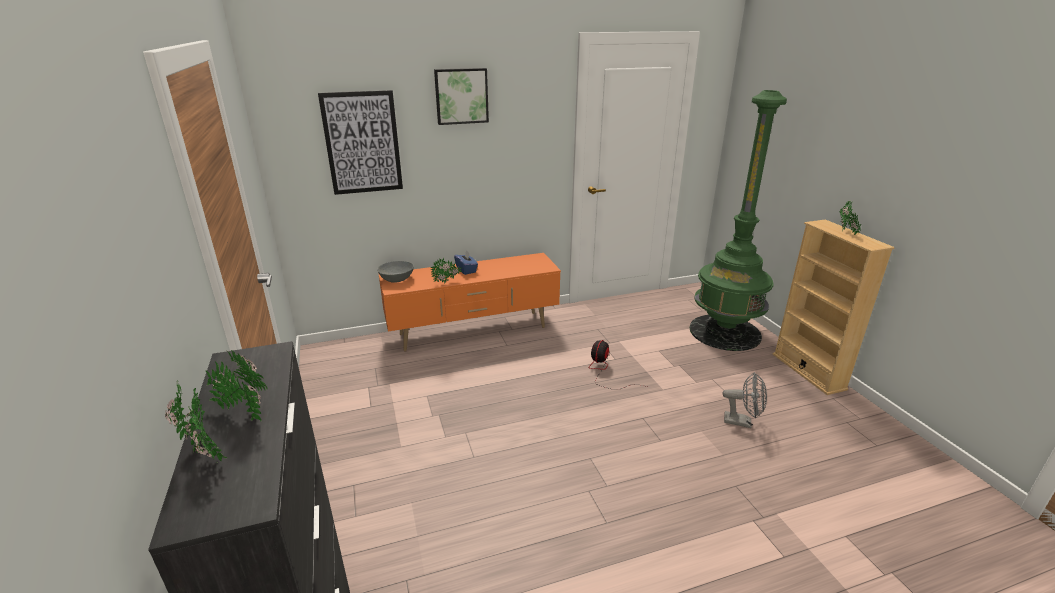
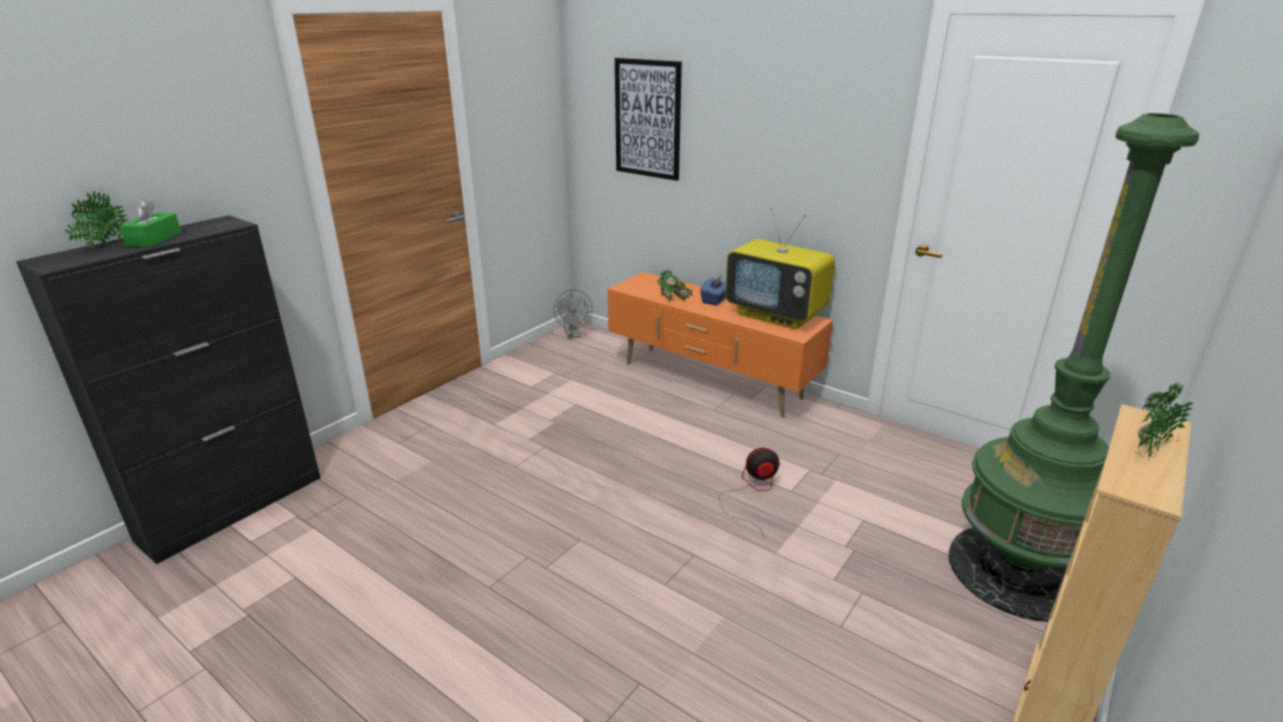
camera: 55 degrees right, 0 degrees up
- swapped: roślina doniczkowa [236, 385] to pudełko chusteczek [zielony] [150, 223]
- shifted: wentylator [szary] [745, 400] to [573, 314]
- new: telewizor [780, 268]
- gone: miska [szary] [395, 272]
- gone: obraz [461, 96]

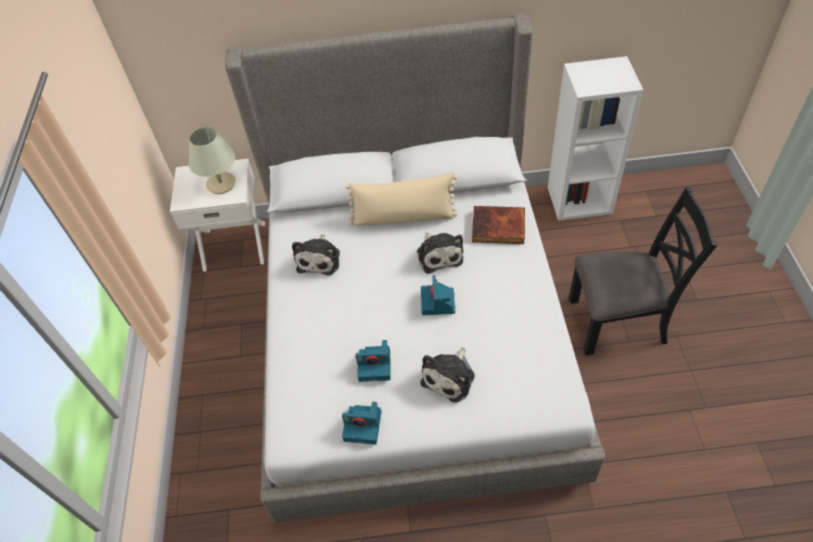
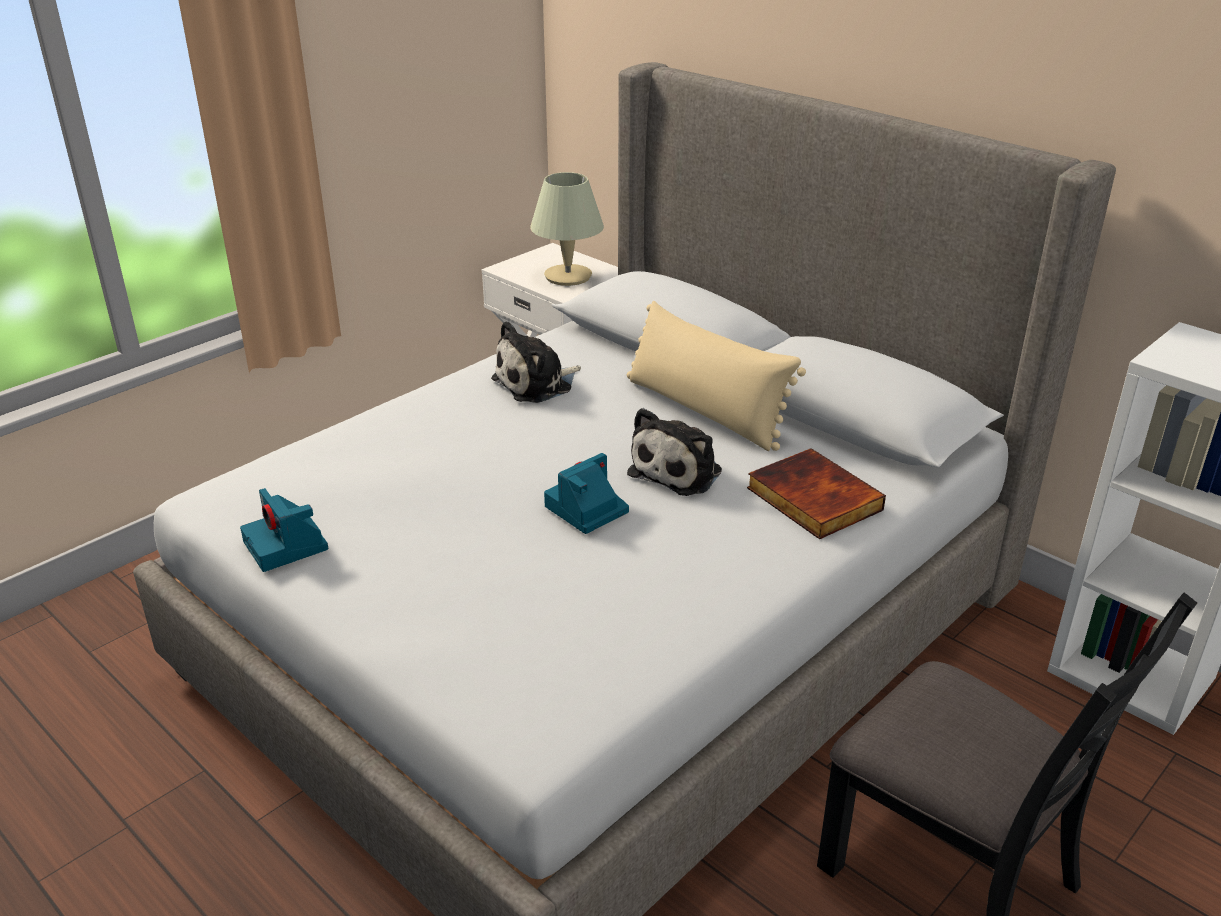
camera: 45 degrees right, 20 degrees down
- gone: aparat fotograficzny [373, 361]
- gone: pluszak [447, 375]

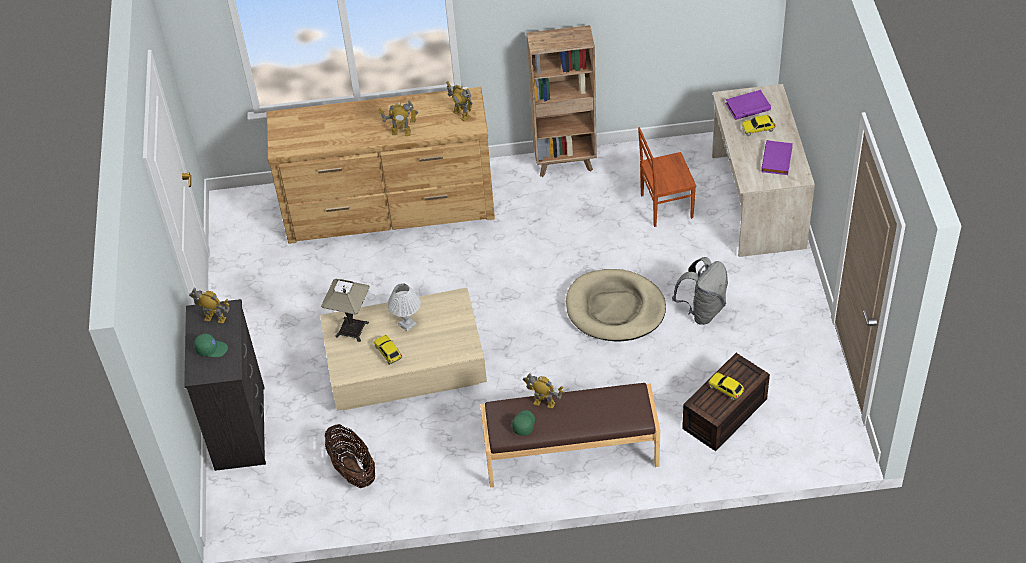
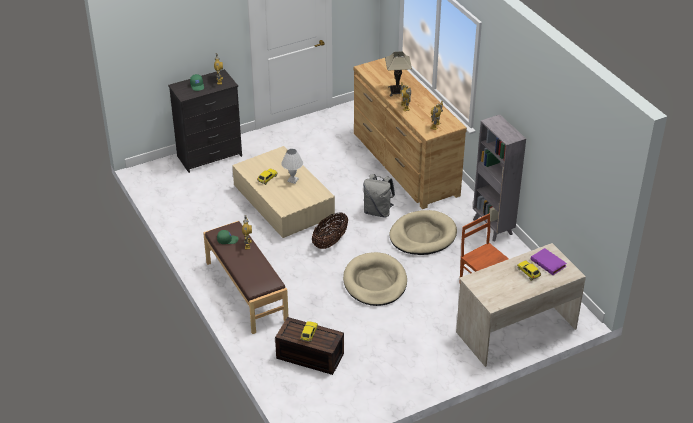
camera: 65 degrees right, 10 degrees down
- shifted: koszyk [350, 456] to [330, 230]
- shifted: plecak [szary] [700, 291] to [379, 195]
- shifted: lampa stołowa [345, 310] to [398, 73]
- new: legowisko [beżowy] [423, 232]
- repainted: regał [brązowy] [561, 101] to regał [szary] [499, 178]
- gone: książka [fioletowy] [777, 157]

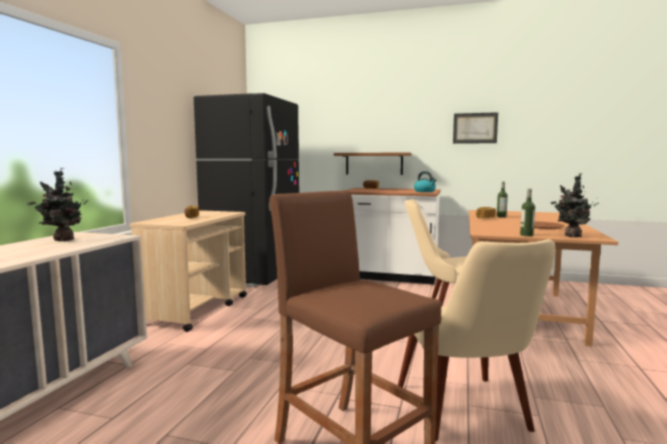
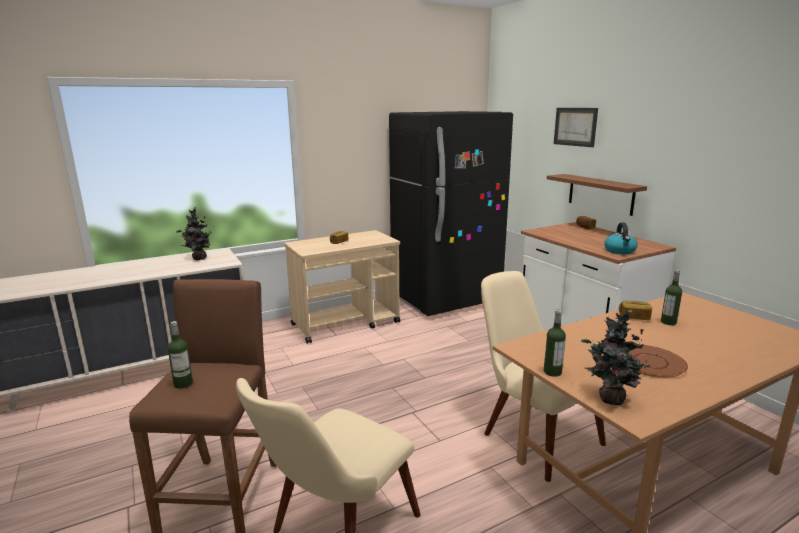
camera: 45 degrees right, 10 degrees up
- new: butelka [180, 355]
- shifted: obraz [475, 128] to [576, 127]

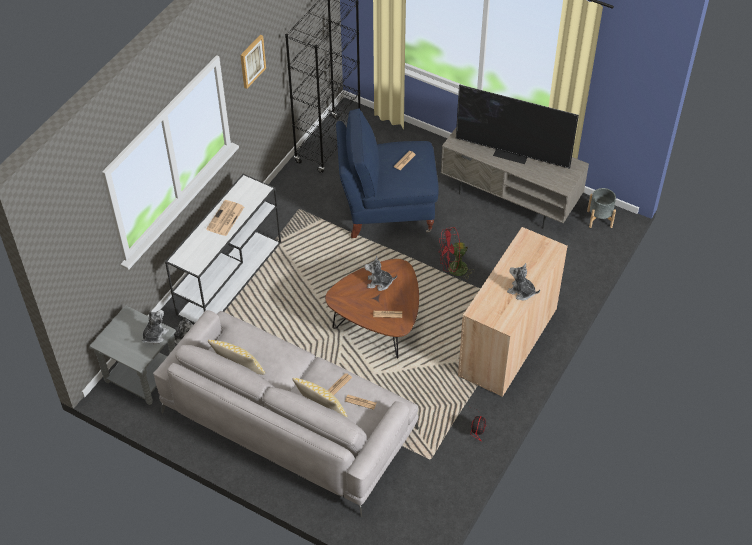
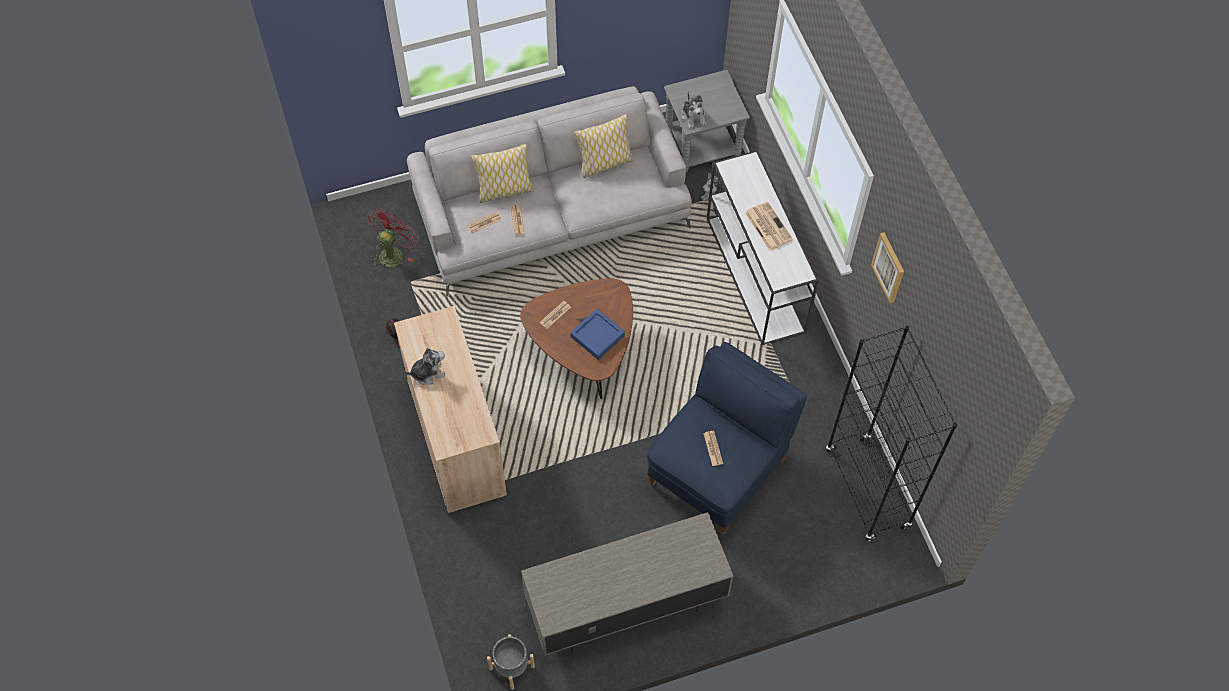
camera: 130 degrees right, 10 degrees up
- shifted: wentylator [czerwony] [457, 254] to [393, 238]
- swapped: pluszak [381, 273] to taca [niebieski] [598, 334]
- gone: telewizor [517, 126]

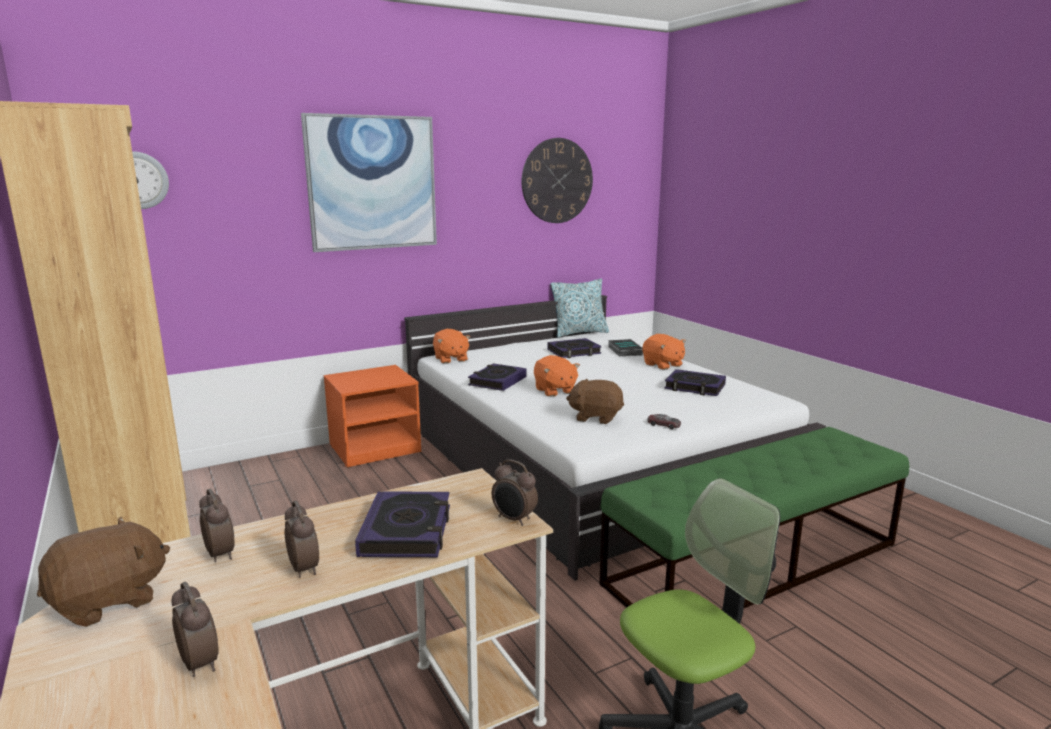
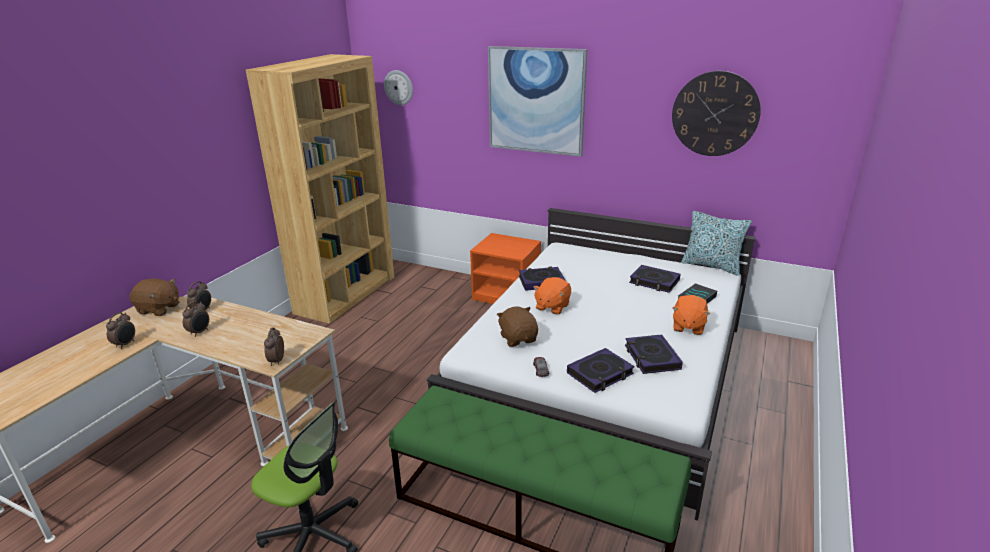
camera: 55 degrees right, 10 degrees up
- shifted: książka [402, 524] to [601, 370]
- gone: pluszak [pomarańczowy] [452, 346]

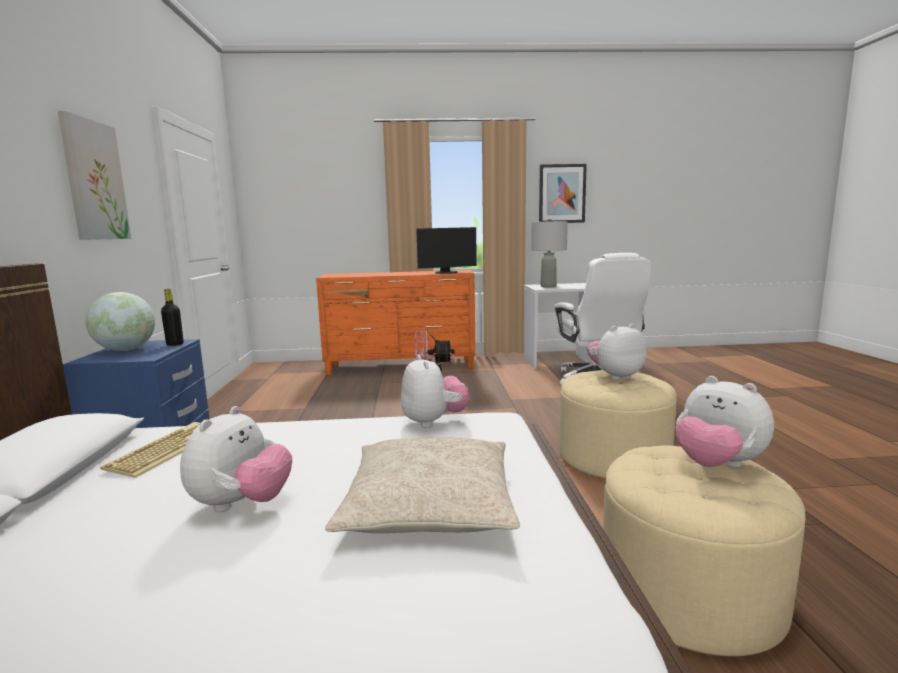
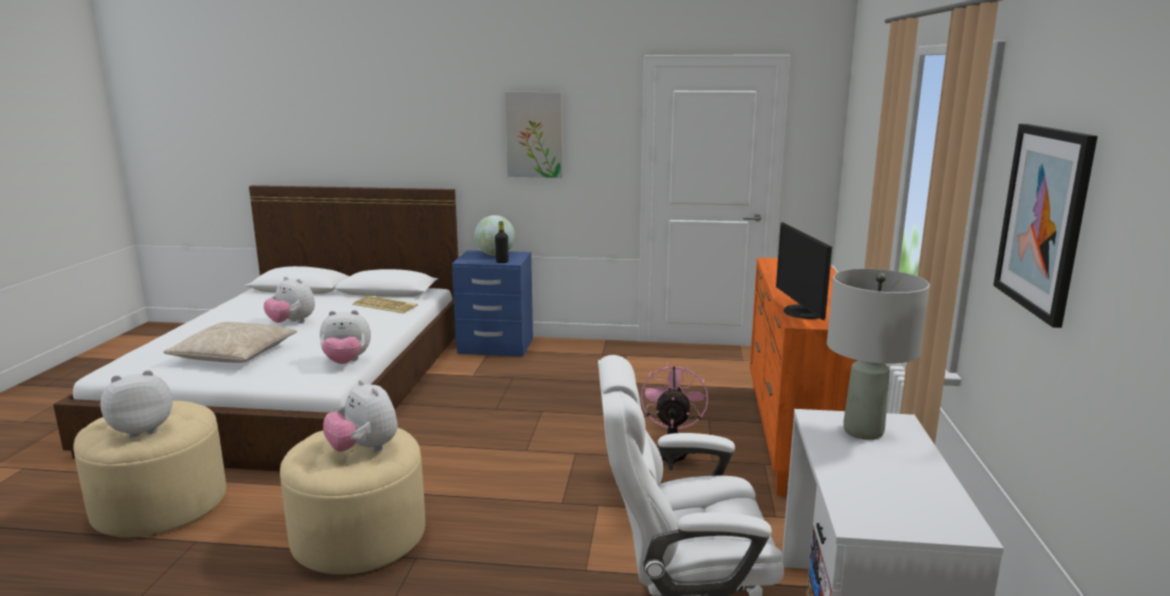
camera: 100 degrees right, 5 degrees up
- rotated: pluszak [617, 352] = [360, 416] 150 degrees clockwise

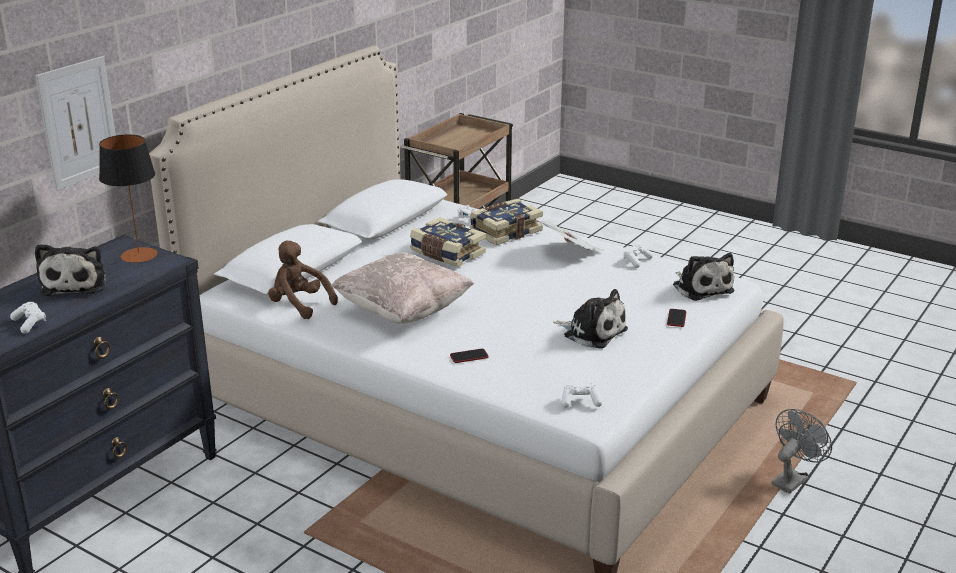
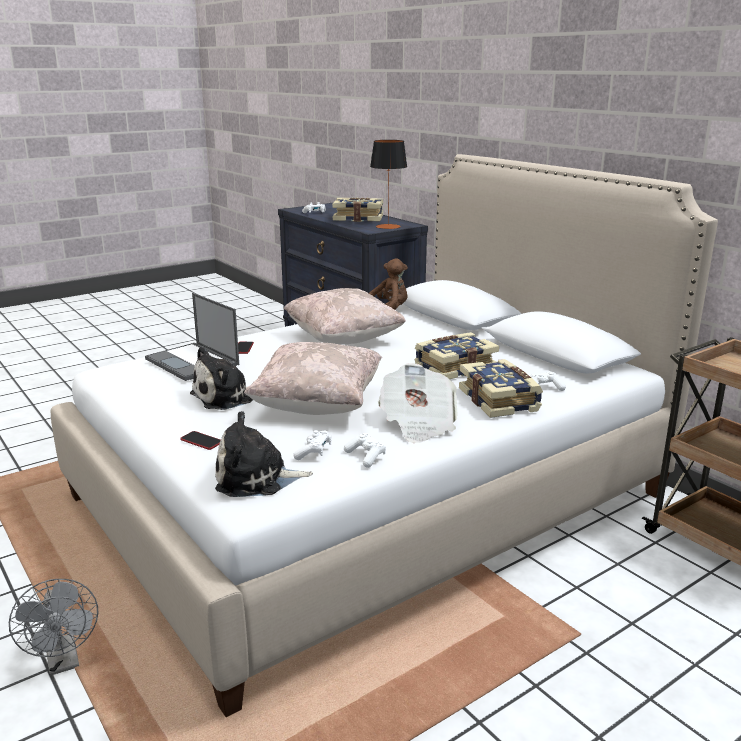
camera: 110 degrees right, 5 degrees down
- new: laptop [192, 337]
- new: poduszka [beżowy] [313, 378]
- shifted: pad do gier [biały] [582, 395] to [313, 445]
- swapped: pluszak [70, 270] to książka [357, 209]
- gone: obraz [75, 123]

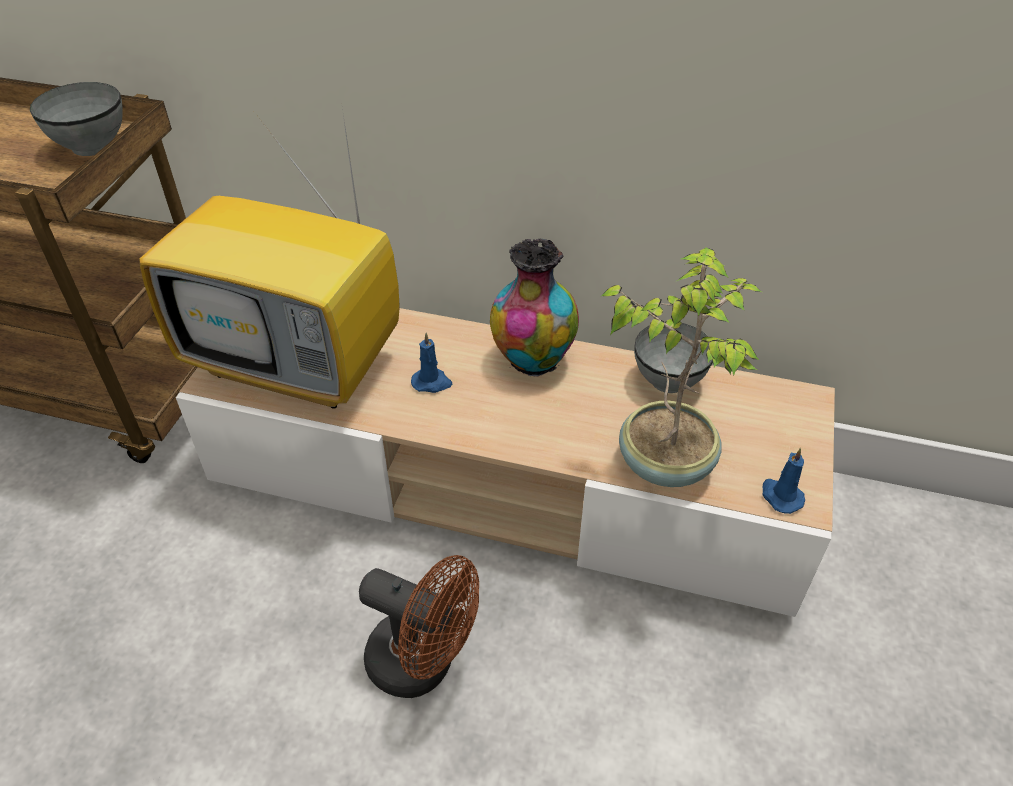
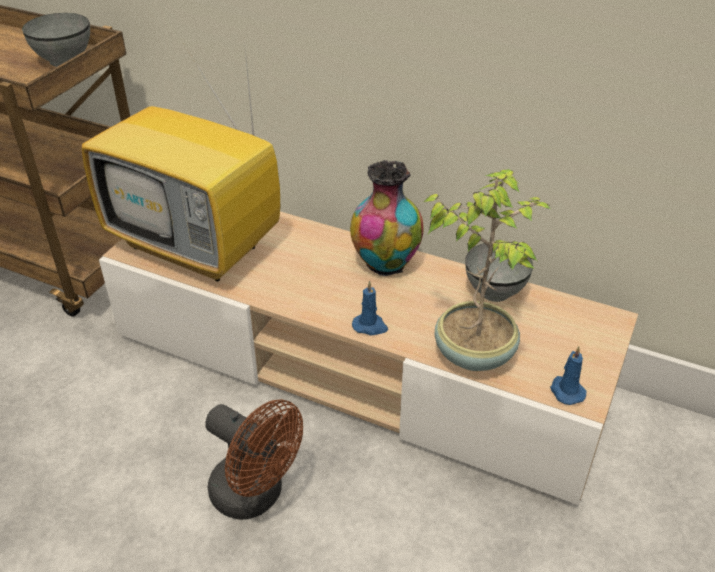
camera: 10 degrees right, 5 degrees down
- shifted: świeca [niebieski] [431, 363] to [370, 308]

